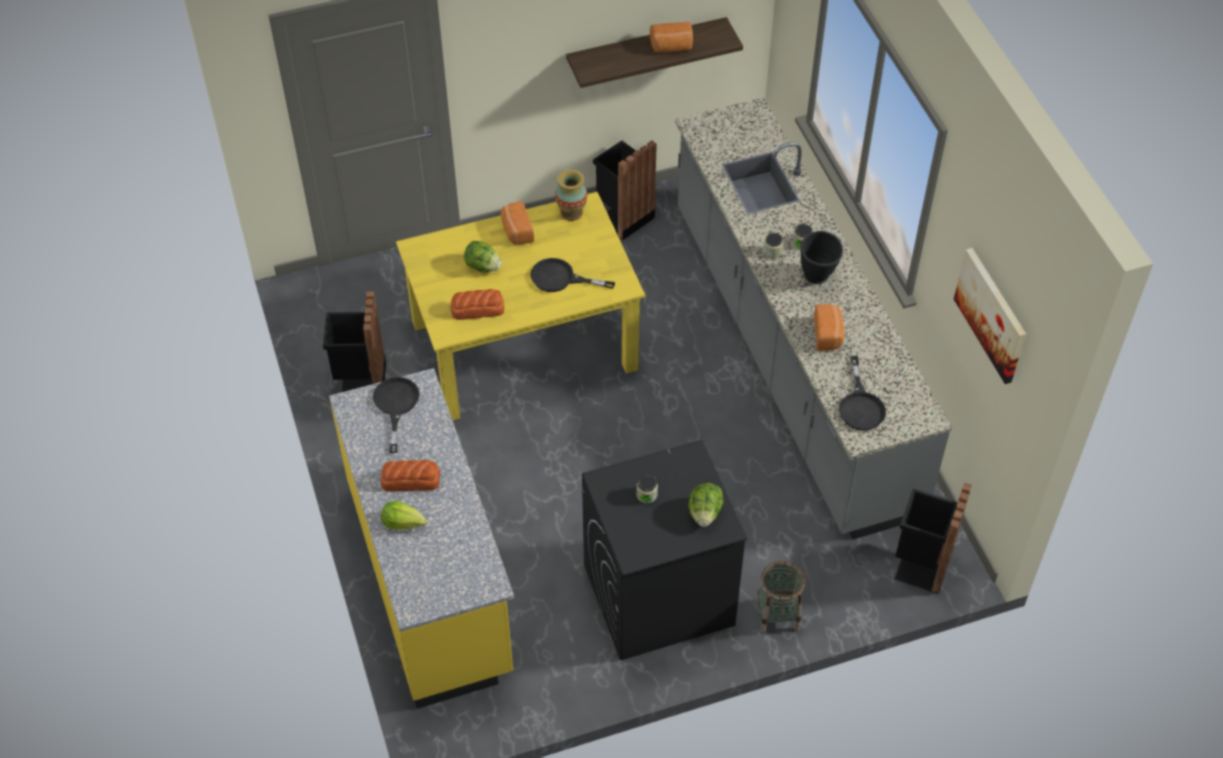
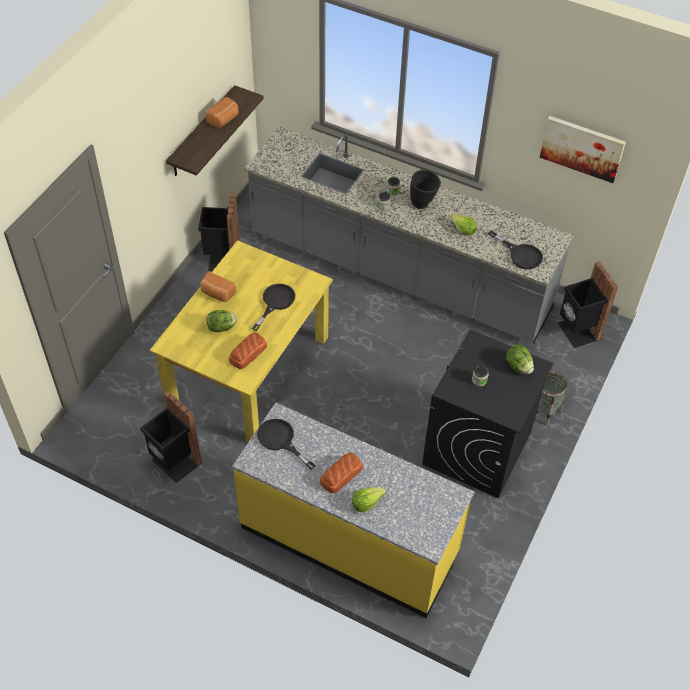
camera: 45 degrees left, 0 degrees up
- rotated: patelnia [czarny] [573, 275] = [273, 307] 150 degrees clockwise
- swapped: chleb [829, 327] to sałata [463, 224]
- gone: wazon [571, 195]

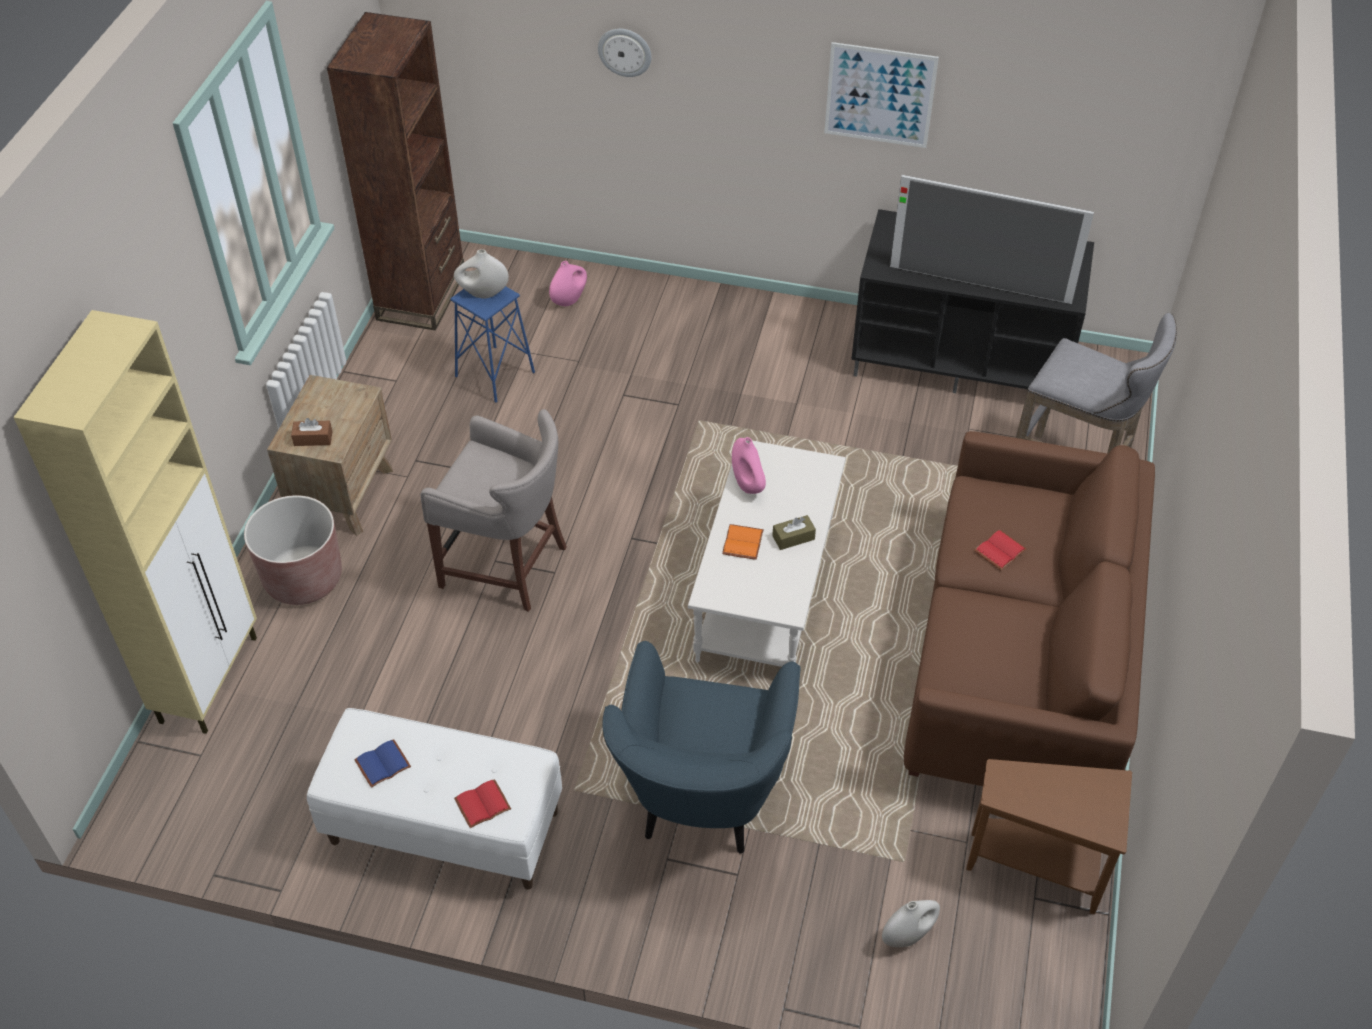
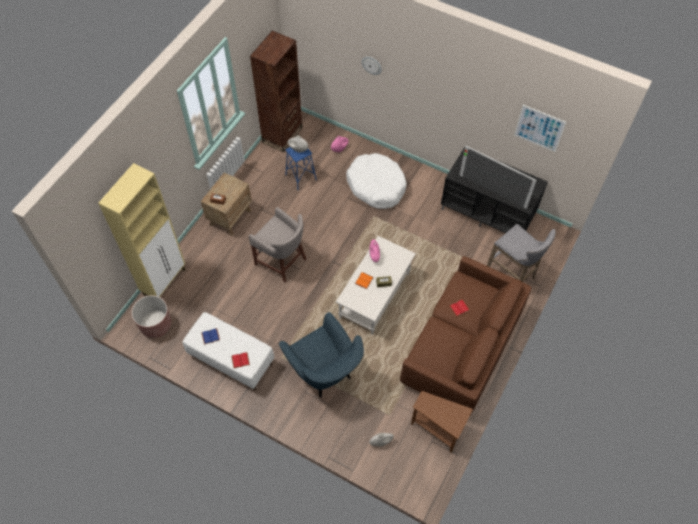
camera: 15 degrees right, 10 degrees up
- shifted: donica [brązowy] [293, 550] to [151, 316]
- rotated: fotel [niebieski] [701, 747] = [321, 355] 60 degrees counterclockwise
- new: legowisko [biały] [376, 181]
- shifted: obraz [881, 95] to [540, 128]

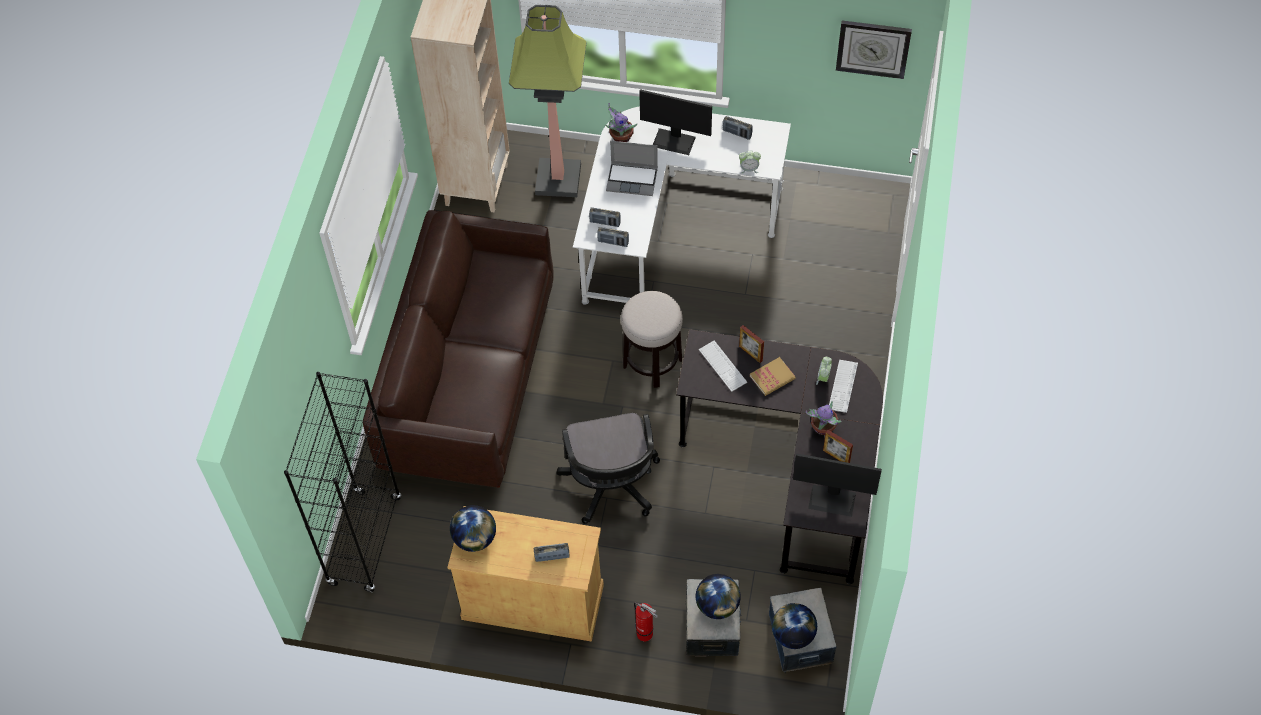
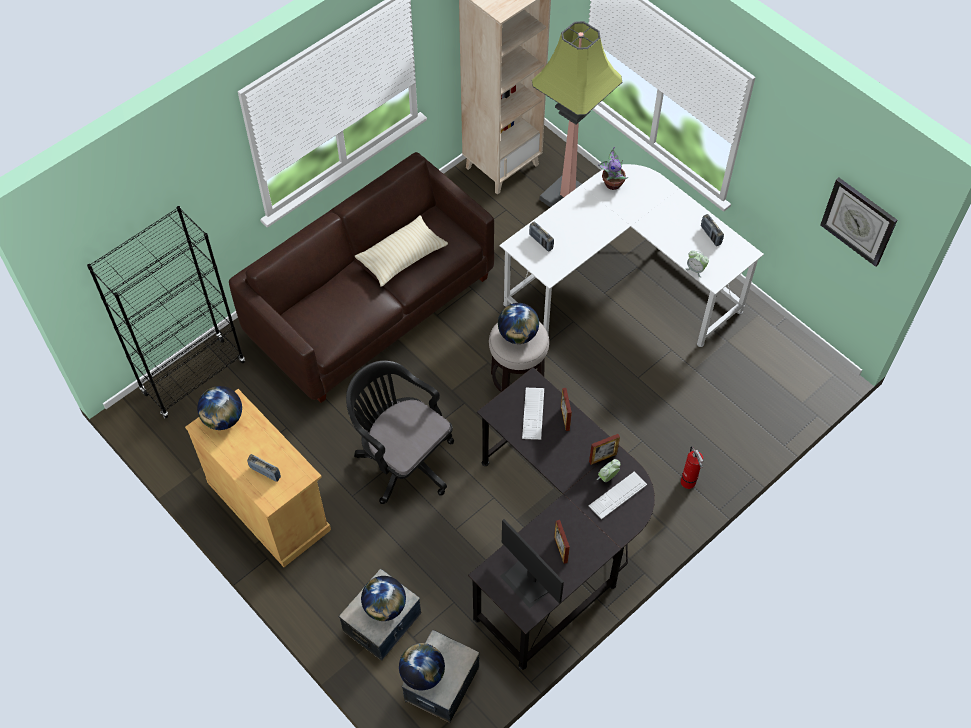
camera: 35 degrees right, 0 degrees up
- rotated: krzesło biurowe [czarny] [608, 468] = [400, 432] 105 degrees clockwise
- new: poduszka [beżowy] [401, 251]
- new: globus [518, 323]
- new: ramka na zdjęcie [604, 449]
- shifted: gaśnica [646, 621] to [692, 467]
- gone: radio [613, 237]
- gone: laptop [632, 168]
- gone: monitor [675, 122]
- gone: książka [773, 376]
- gone: roślina doniczkowa [823, 418]

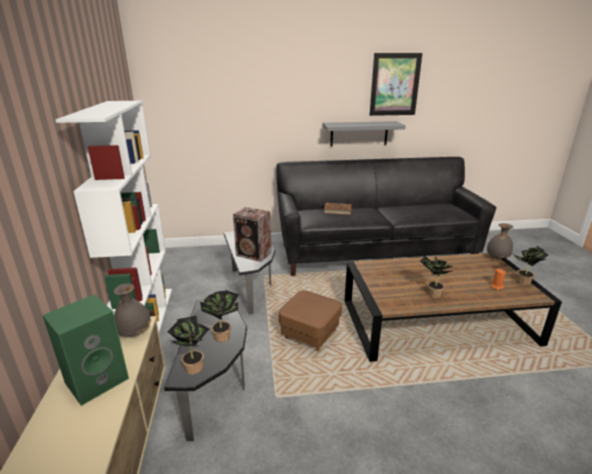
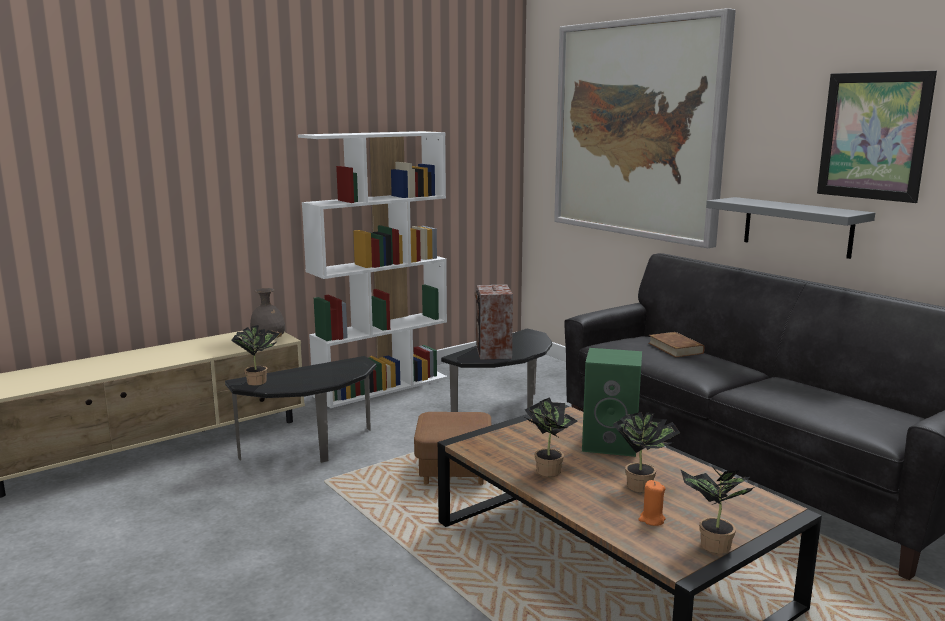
camera: 60 degrees right, 10 degrees down
- new: obraz [645, 128]
- shifted: głośnik [zielony] [85, 350] to [612, 402]
- shifted: roślina doniczkowa [219, 316] to [646, 452]
- gone: wazon [szary] [500, 241]

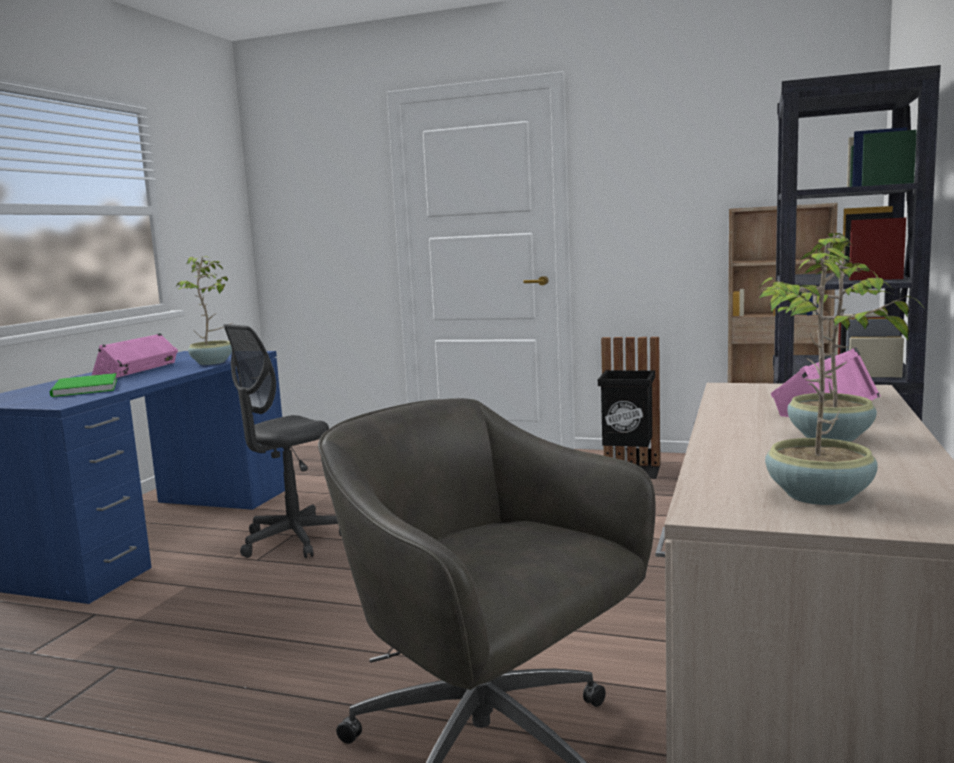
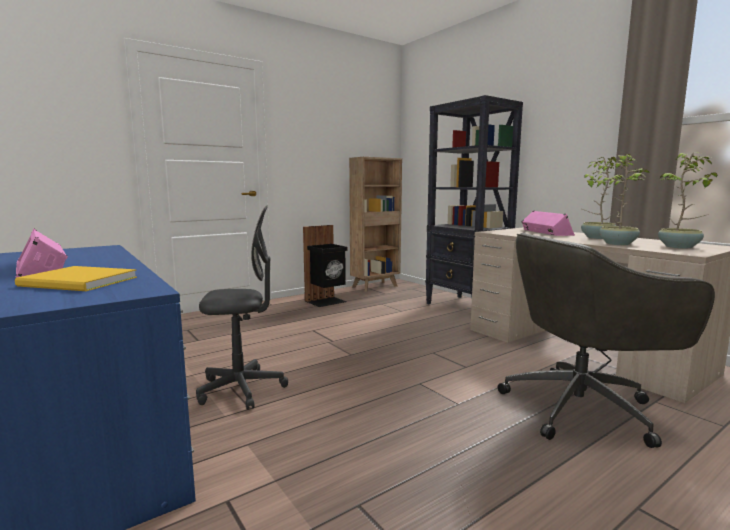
camera: 55 degrees left, 0 degrees up
- repainted: książka [zielony] [83, 385] to książka [żółty] [76, 278]
- rotated: krzesło biurowe [szary] [282, 441] = [242, 307] 90 degrees counterclockwise
- shifted: roślina doniczkowa [204, 310] to [621, 199]

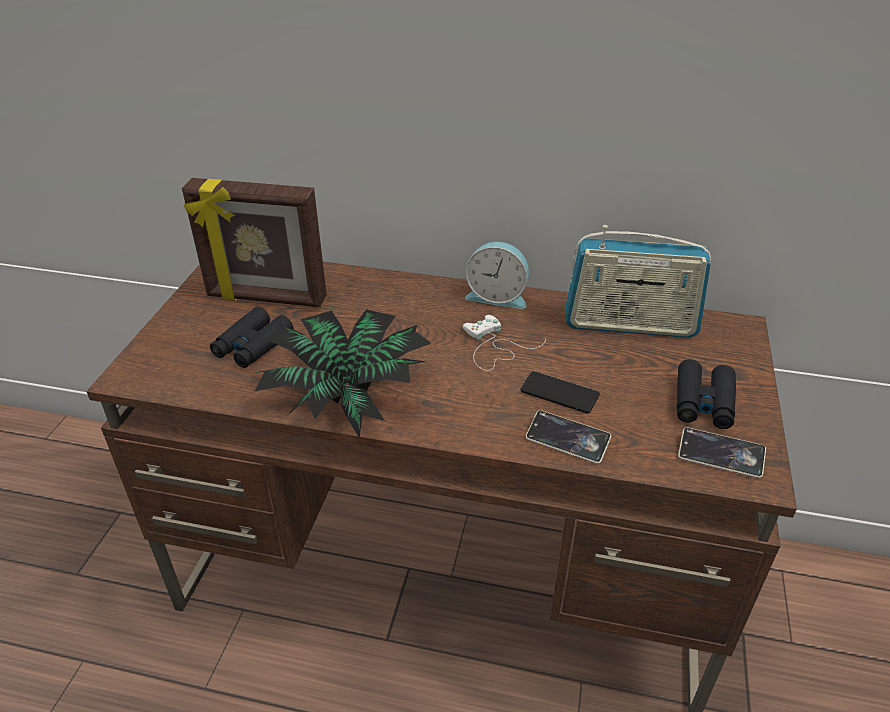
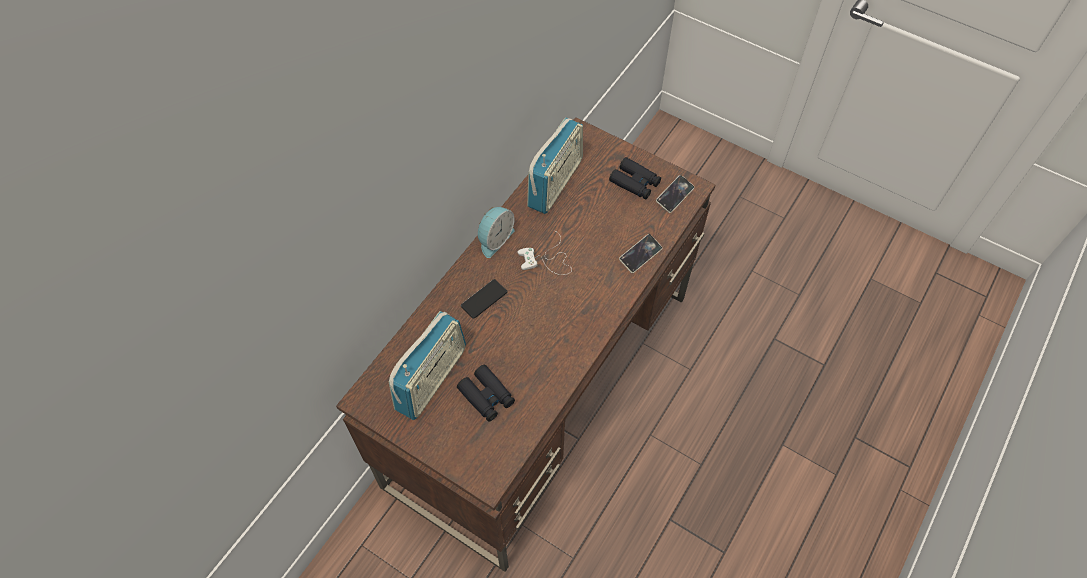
camera: 70 degrees left, 20 degrees up
- swapped: ramka na zdjęcie [254, 242] to radio [427, 365]
- shifted: telefon [560, 392] to [484, 299]
- gone: roślina doniczkowa [342, 374]

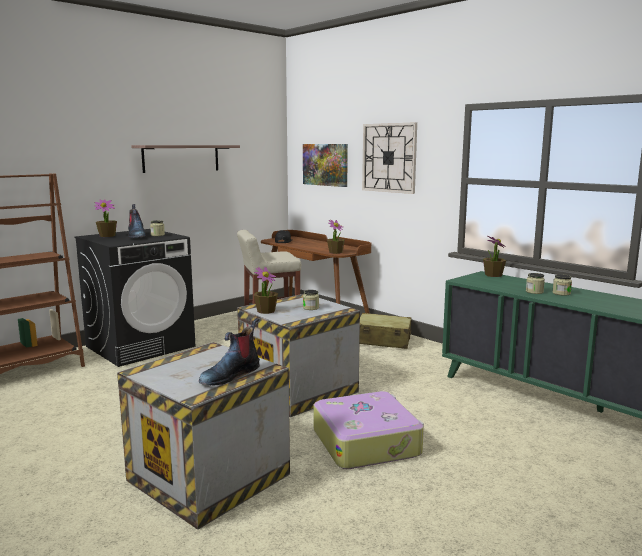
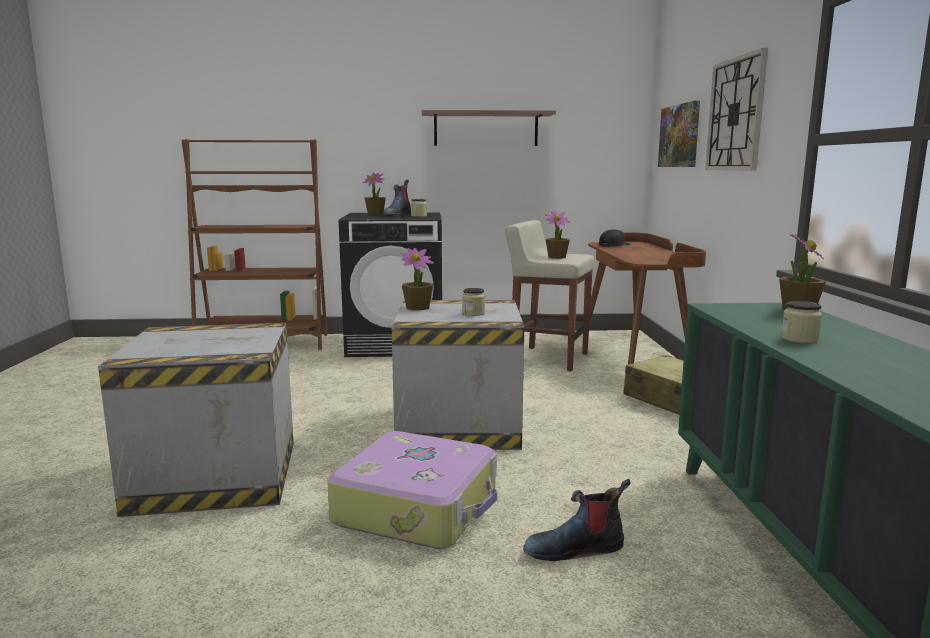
camera: 40 degrees right, 0 degrees up
- shifted: but z cholewką [229, 352] to [577, 520]
- shifted: roślina doniczkowa [336, 237] to [558, 235]
- gone: słoik [562, 285]

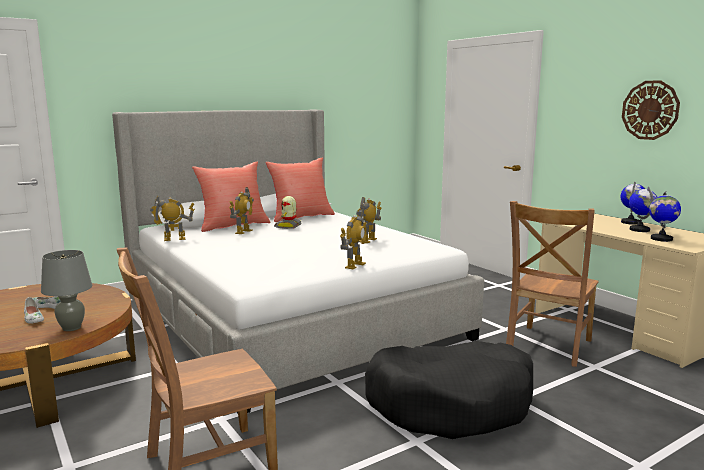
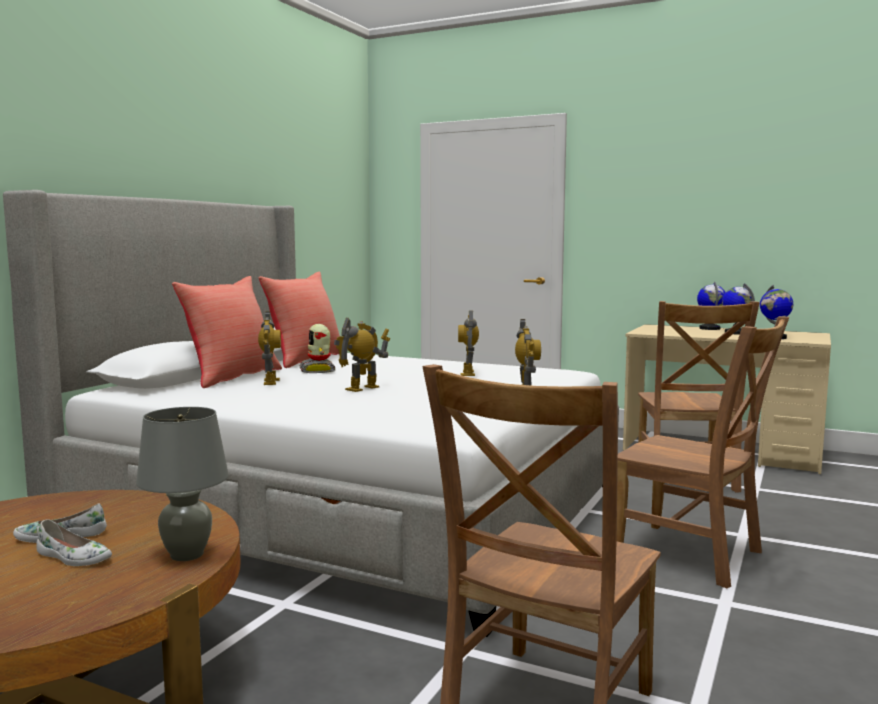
camera: 30 degrees left, 5 degrees down
- shifted: robot zabawkowy [172, 218] to [362, 355]
- swapped: legowisko [czarny] [449, 390] to krzesło [brązowy] [702, 452]
- gone: zegar ścienny [651, 110]

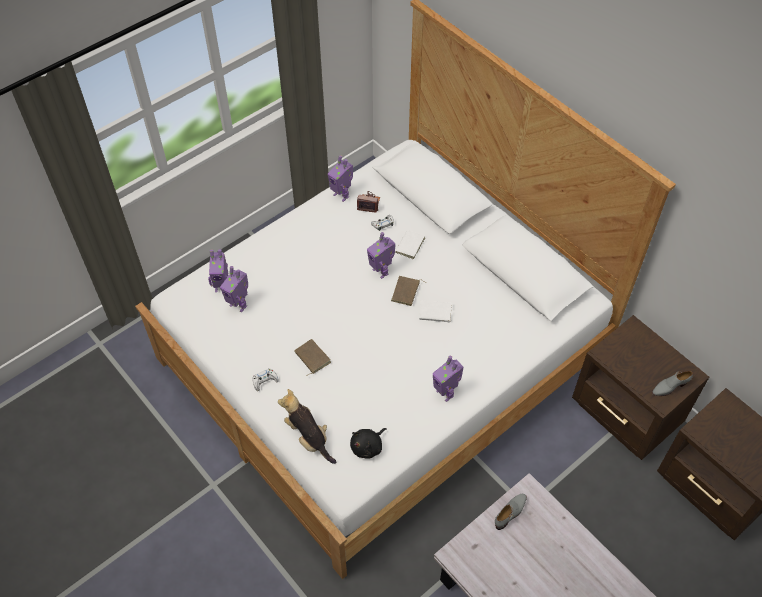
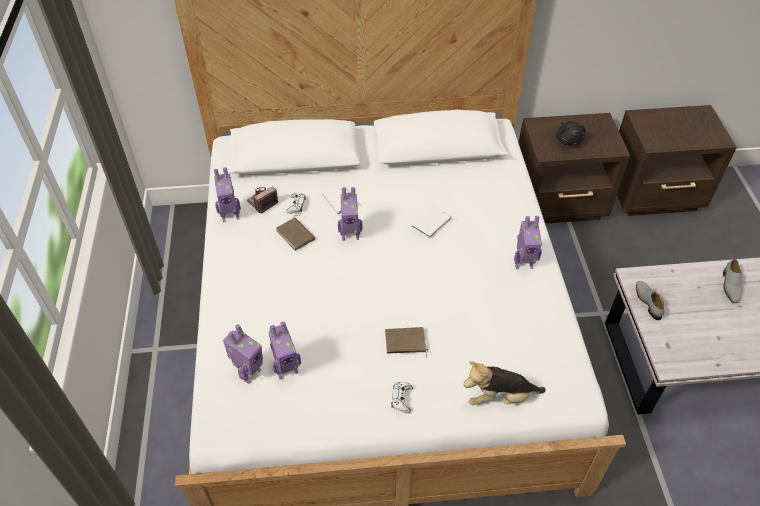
camera: 55 degrees left, 5 degrees down
- shifted: książka [brązowy] [408, 291] to [295, 232]
- shifted: pluszak [czarny] [368, 443] to [570, 133]
- shifted: but [szary] [672, 383] to [732, 281]

